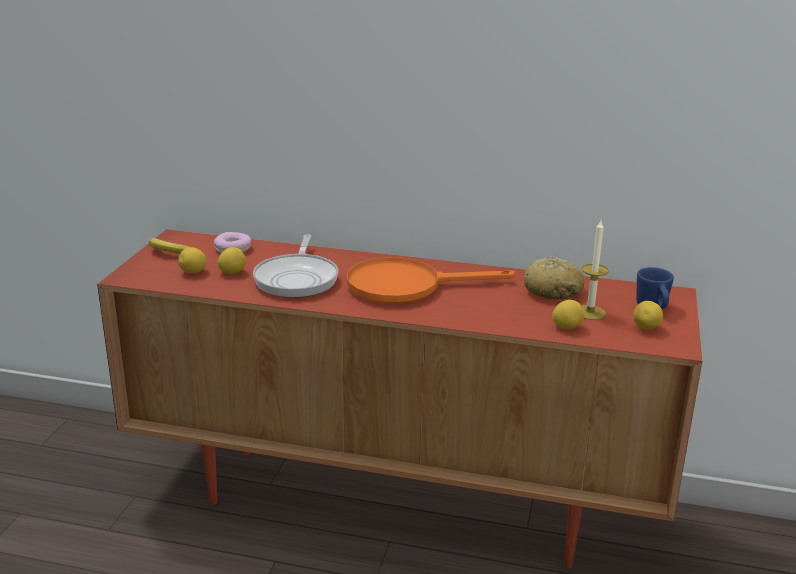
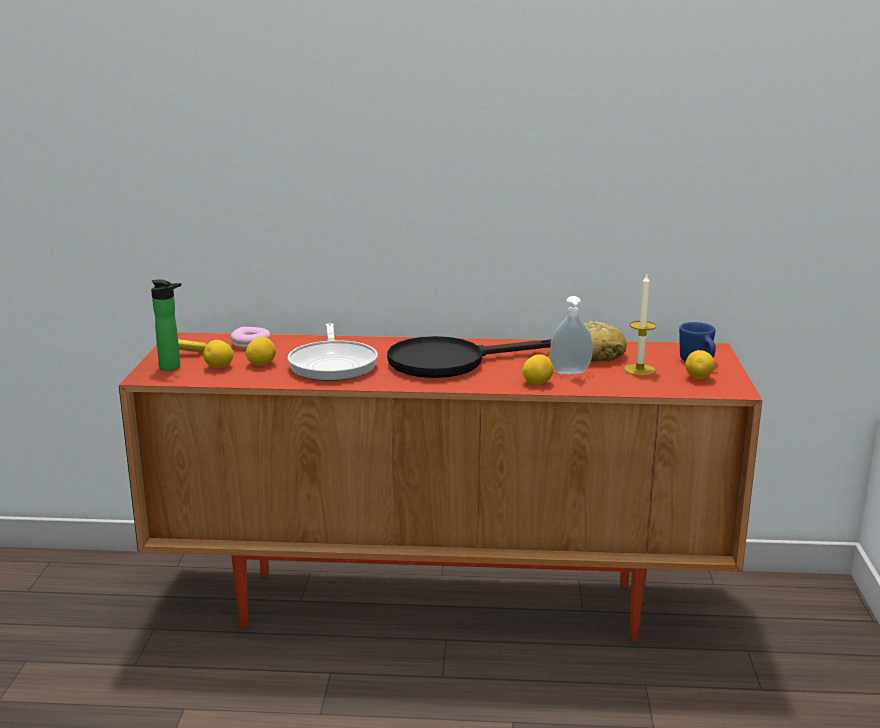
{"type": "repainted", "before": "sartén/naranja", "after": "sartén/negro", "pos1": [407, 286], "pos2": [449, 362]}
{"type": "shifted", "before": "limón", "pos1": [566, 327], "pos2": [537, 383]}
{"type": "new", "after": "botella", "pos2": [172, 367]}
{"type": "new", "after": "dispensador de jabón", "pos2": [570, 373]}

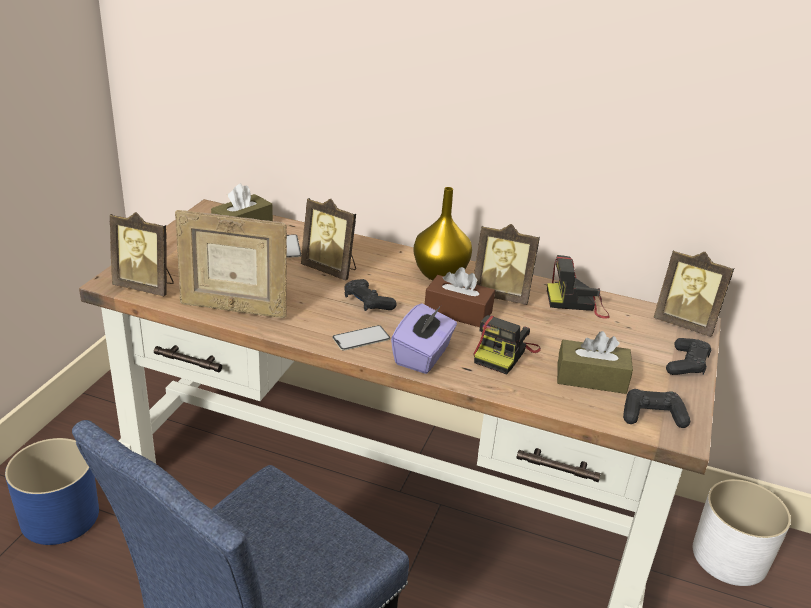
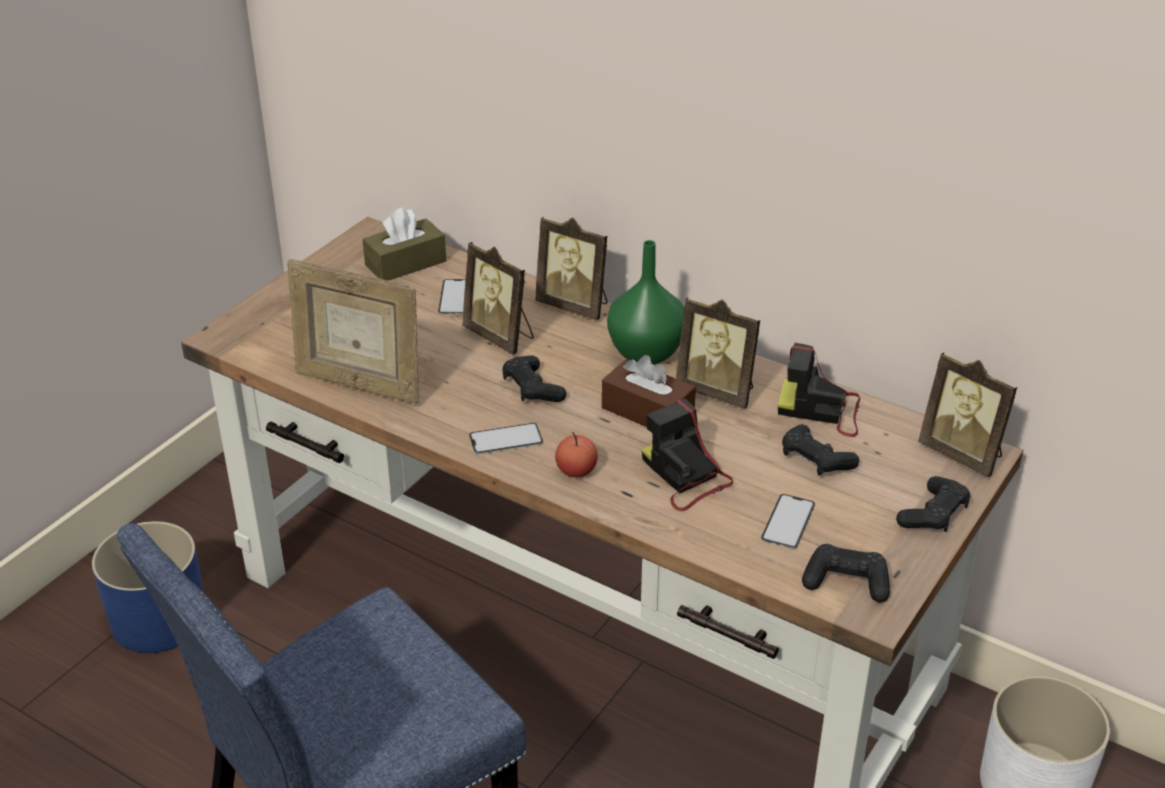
{"type": "shifted", "before": "portarretratos", "pos1": [146, 287], "pos2": [575, 305]}
{"type": "swapped", "before": "caja de pañuelos/morado", "after": "manzana", "pos1": [423, 356], "pos2": [576, 470]}
{"type": "repainted", "before": "florero/amarillo", "after": "florero/verde", "pos1": [441, 274], "pos2": [647, 353]}
{"type": "rotated", "before": "cámara", "pos1": [504, 353], "pos2": [685, 476], "turn": 105}
{"type": "swapped", "before": "caja de pañuelos/marrón", "after": "móvil", "pos1": [591, 378], "pos2": [788, 522]}
{"type": "new", "after": "mando de consola/negro", "pos2": [815, 460]}

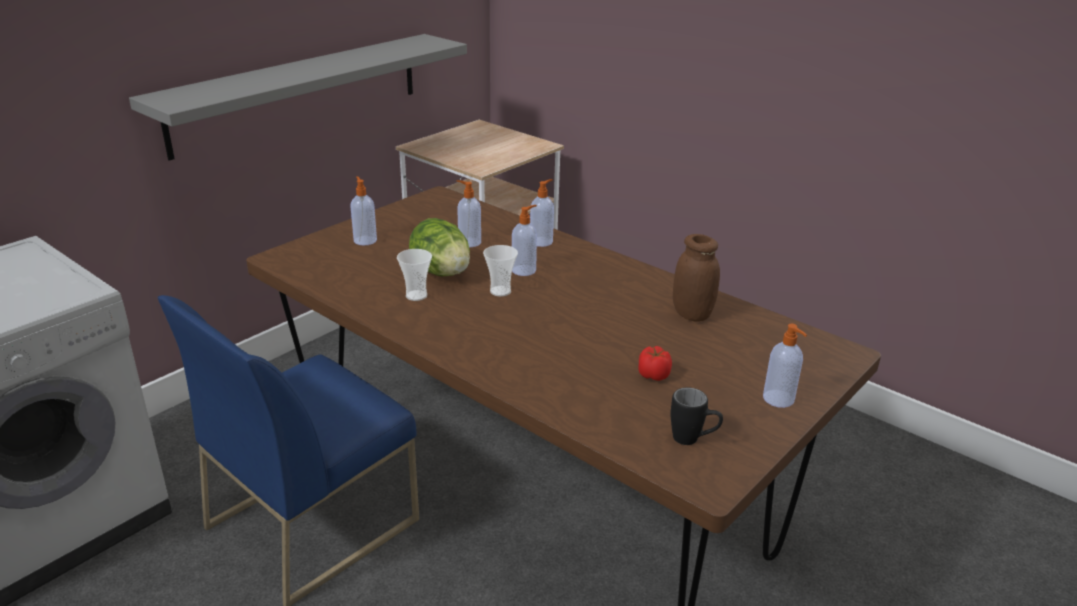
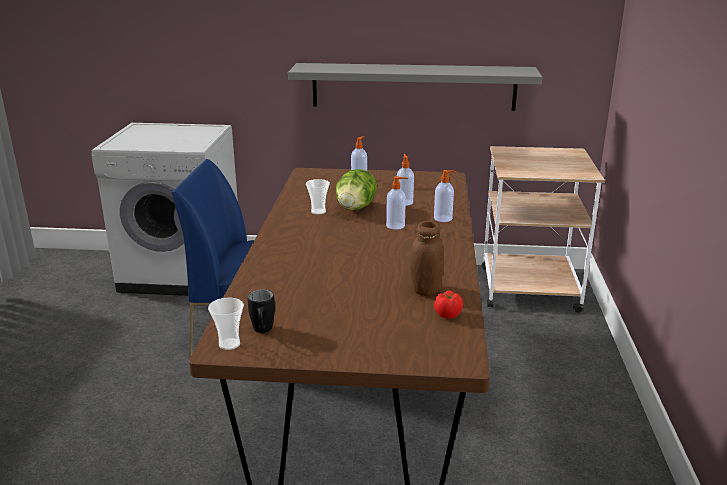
{"type": "shifted", "before": "taza", "pos1": [500, 291], "pos2": [229, 344]}
{"type": "shifted", "before": "tomate", "pos1": [654, 374], "pos2": [448, 314]}
{"type": "gone", "before": "dispensador de jabón", "pos1": [779, 399]}

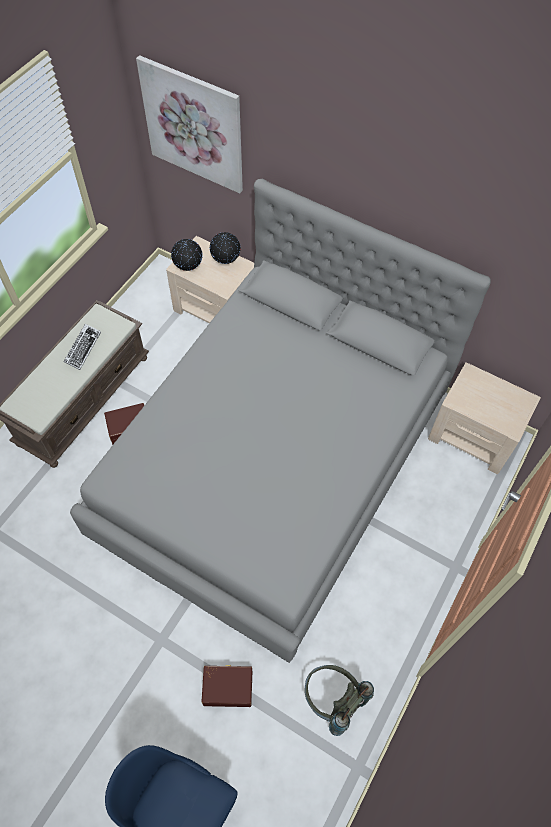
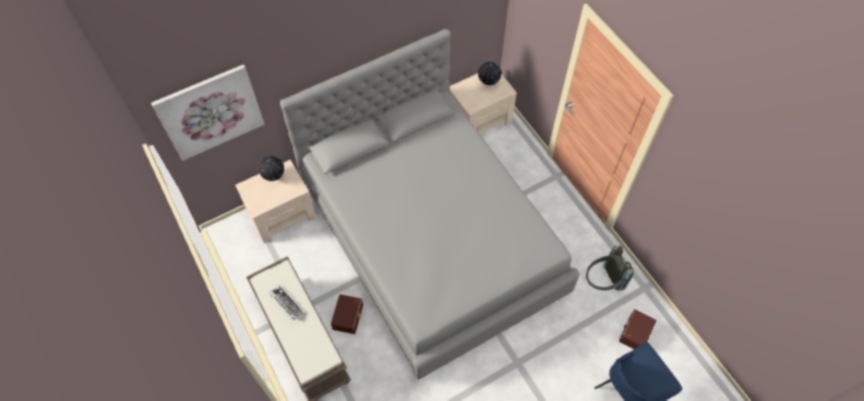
{"type": "shifted", "before": "globo terráqueo", "pos1": [188, 268], "pos2": [488, 83]}
{"type": "shifted", "before": "caja de almacenaje/marrón", "pos1": [228, 686], "pos2": [634, 332]}

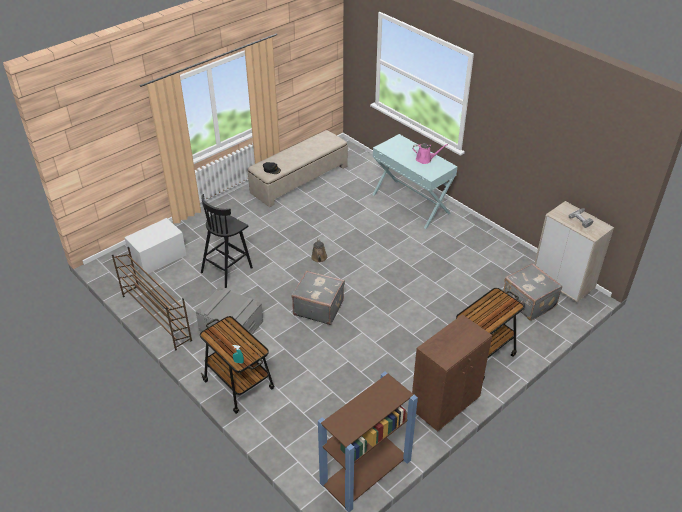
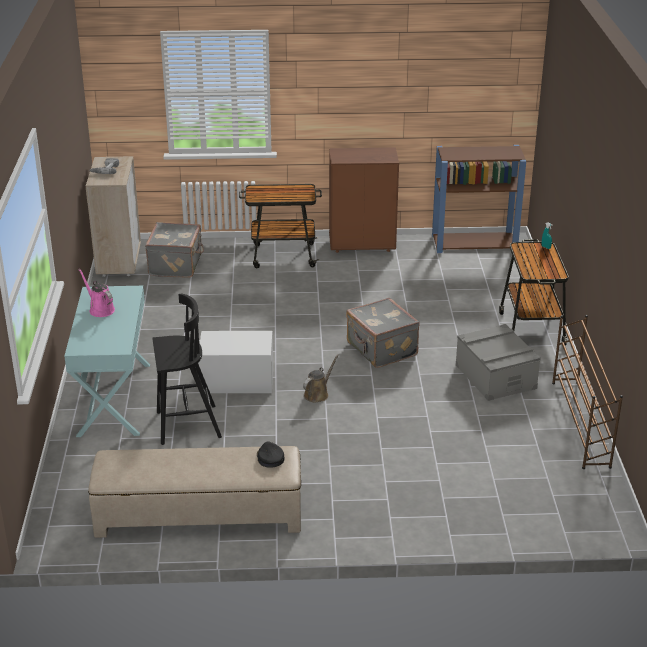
{"type": "shifted", "before": "caja de almacenaje/blanco", "pos1": [158, 257], "pos2": [237, 380]}
{"type": "shifted", "before": "taburete/negro", "pos1": [228, 269], "pos2": [185, 425]}

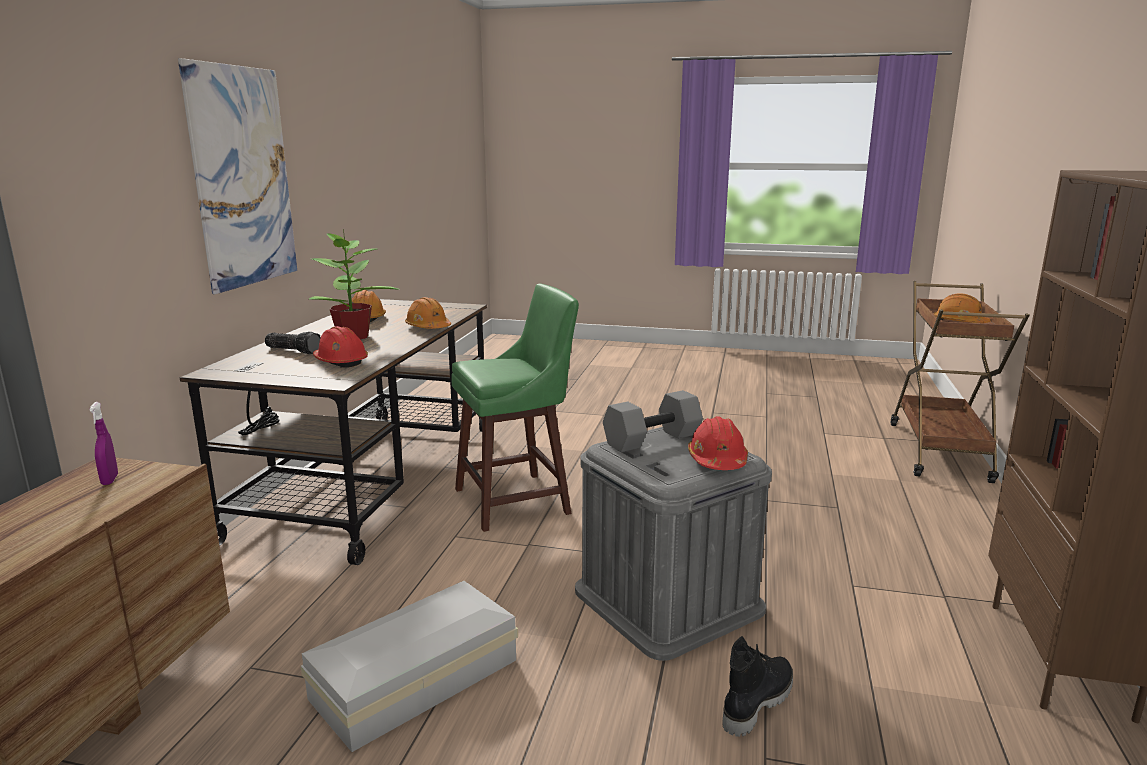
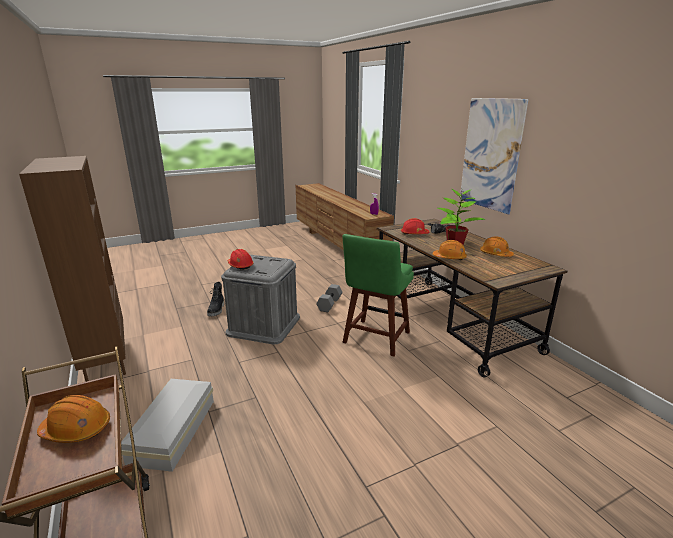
{"type": "shifted", "before": "caja de almacenaje/blanco", "pos1": [411, 679], "pos2": [175, 430]}
{"type": "shifted", "before": "mancuerna/gris", "pos1": [652, 439], "pos2": [330, 304]}

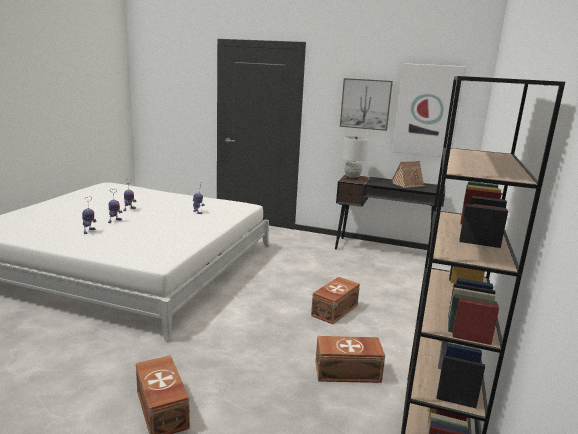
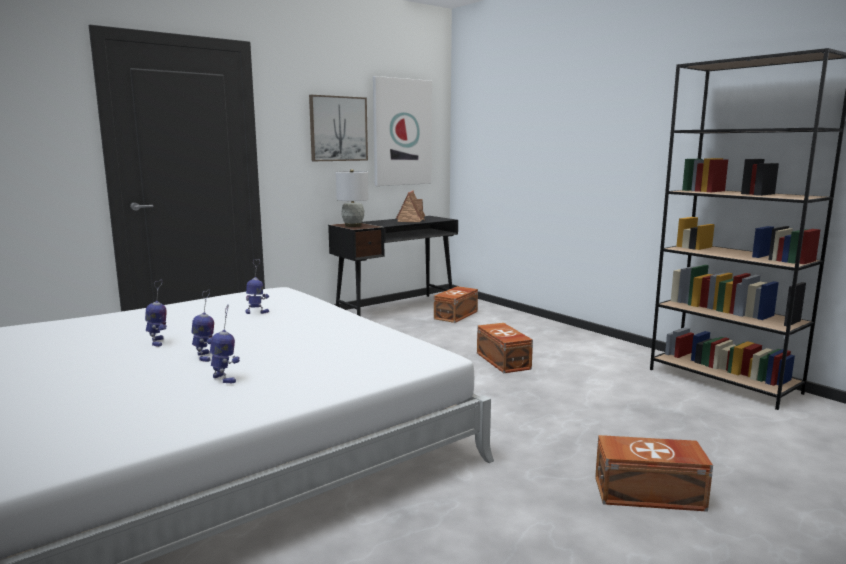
{"type": "shifted", "before": "caja de almacenaje/marrón", "pos1": [348, 372], "pos2": [457, 315]}

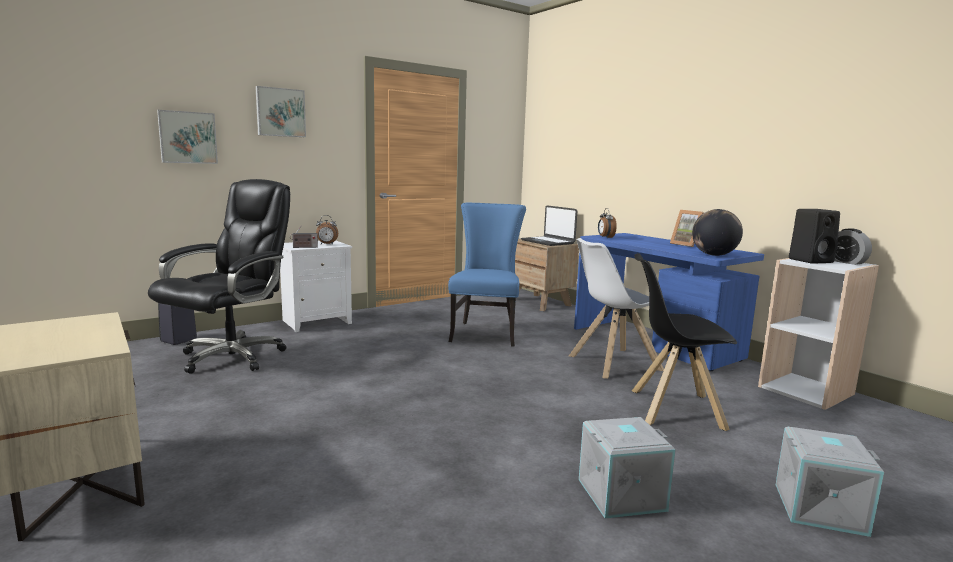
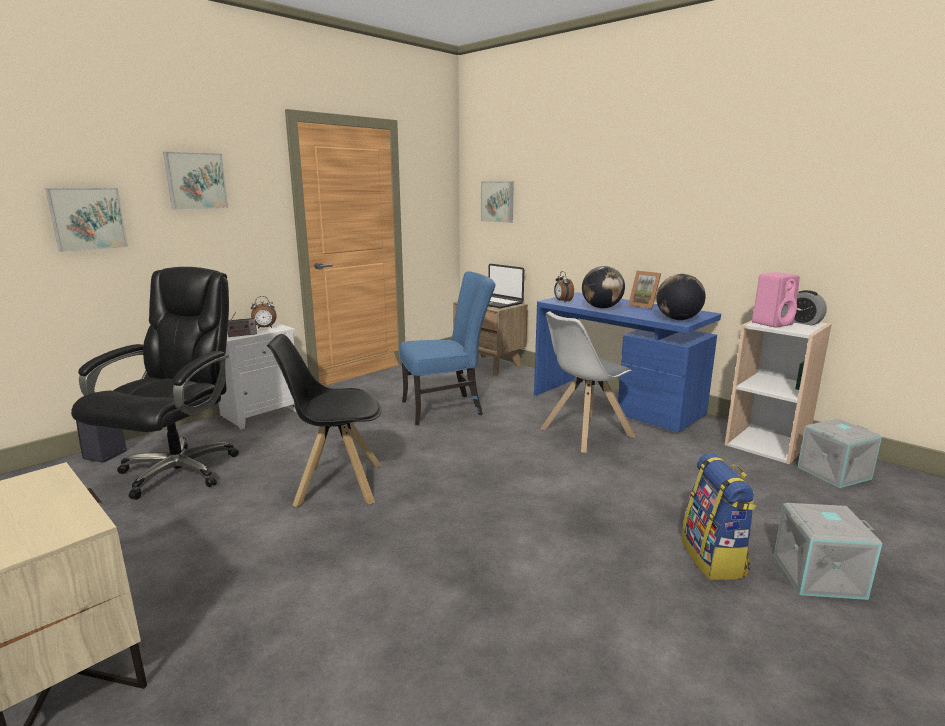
{"type": "rotated", "before": "silla/azul", "pos1": [485, 332], "pos2": [447, 408], "turn": 75}
{"type": "shifted", "before": "caja de almacenaje/gris", "pos1": [621, 493], "pos2": [833, 472]}
{"type": "shifted", "before": "silla/negro", "pos1": [673, 409], "pos2": [336, 484]}
{"type": "repainted", "before": "altavoz/negro", "after": "altavoz/rosa", "pos1": [811, 260], "pos2": [772, 323]}
{"type": "new", "after": "cuadro", "pos2": [498, 201]}
{"type": "new", "after": "globo terráqueo", "pos2": [601, 308]}
{"type": "new", "after": "mochila", "pos2": [714, 558]}

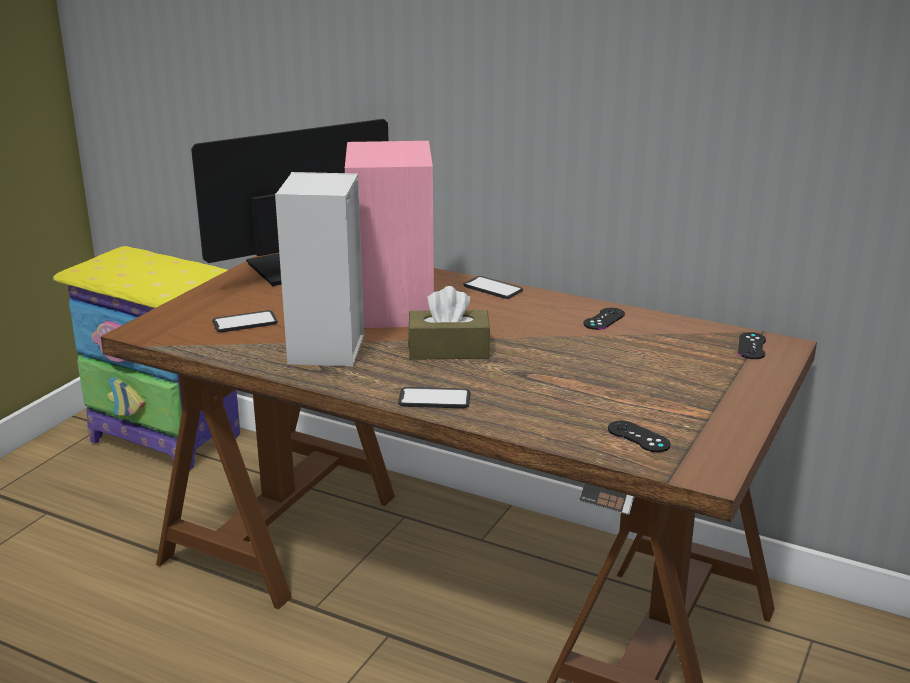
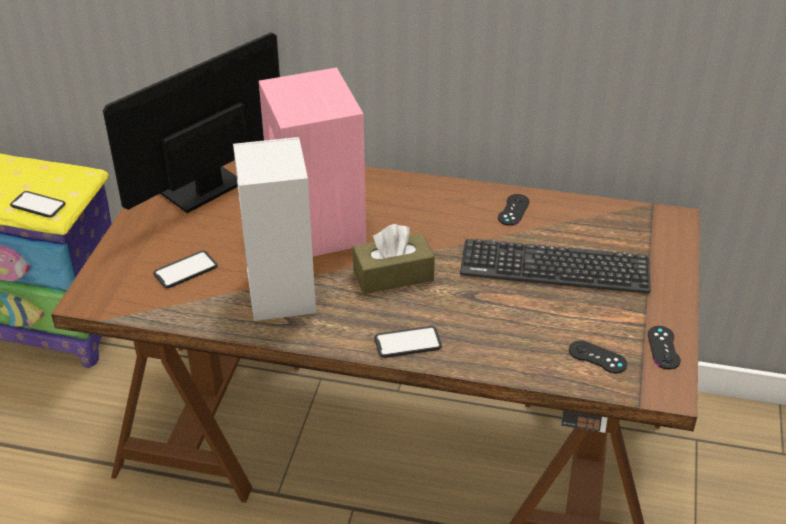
{"type": "shifted", "before": "móvil", "pos1": [493, 288], "pos2": [38, 205]}
{"type": "shifted", "before": "mando de consola/negro", "pos1": [752, 346], "pos2": [663, 347]}
{"type": "new", "after": "teclado", "pos2": [555, 267]}

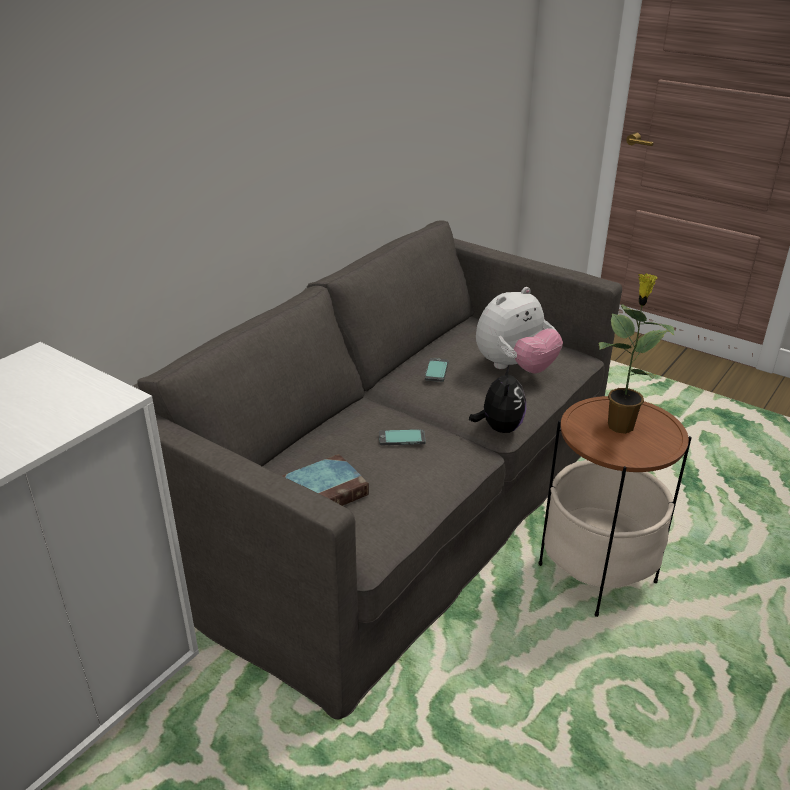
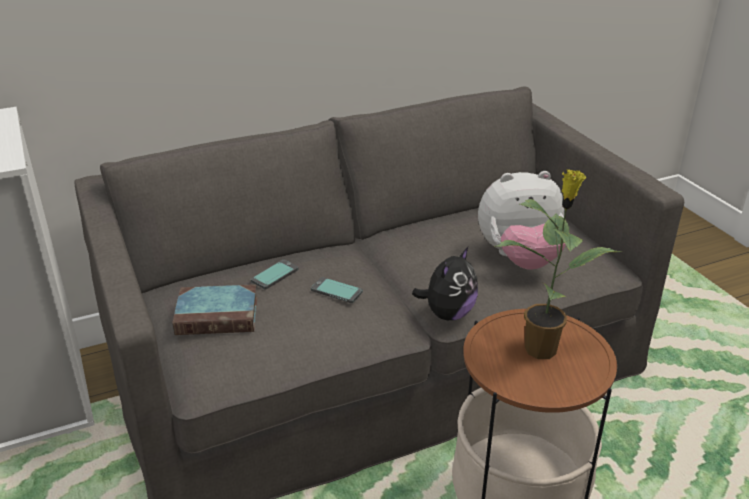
{"type": "shifted", "before": "móvil", "pos1": [436, 370], "pos2": [274, 275]}

